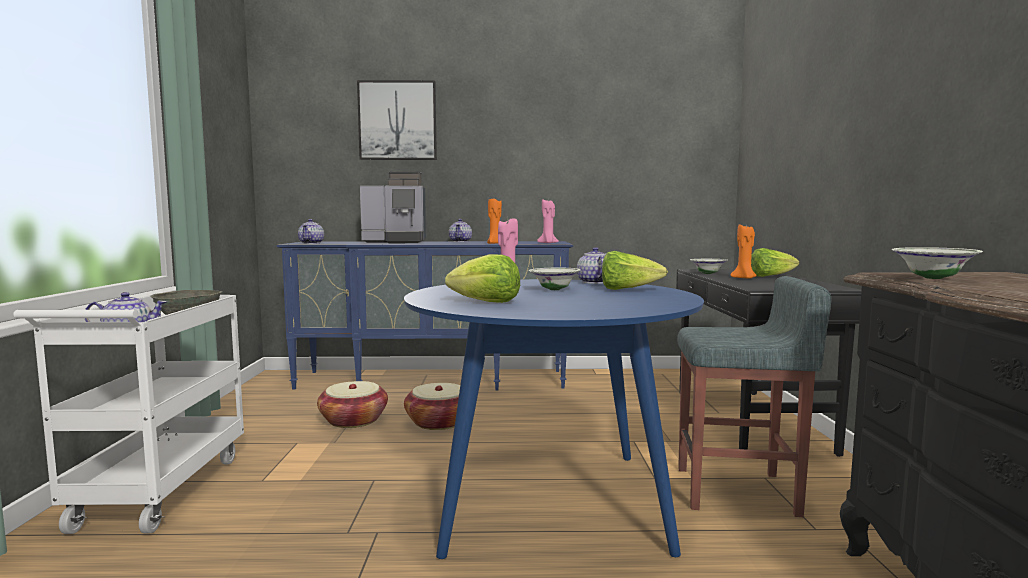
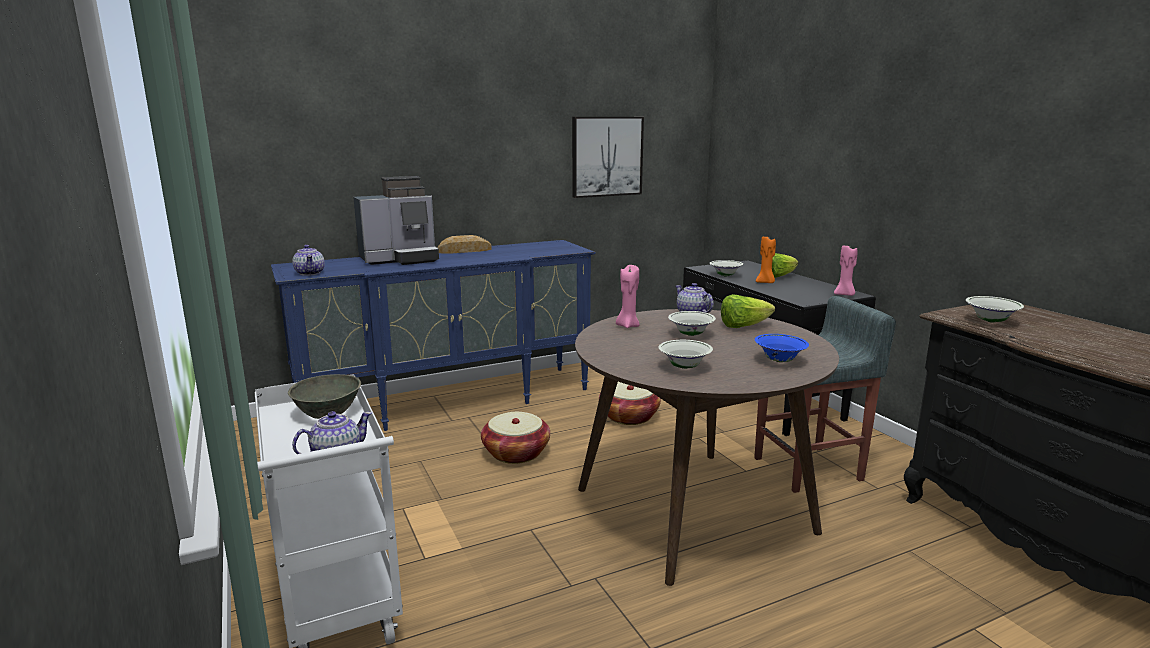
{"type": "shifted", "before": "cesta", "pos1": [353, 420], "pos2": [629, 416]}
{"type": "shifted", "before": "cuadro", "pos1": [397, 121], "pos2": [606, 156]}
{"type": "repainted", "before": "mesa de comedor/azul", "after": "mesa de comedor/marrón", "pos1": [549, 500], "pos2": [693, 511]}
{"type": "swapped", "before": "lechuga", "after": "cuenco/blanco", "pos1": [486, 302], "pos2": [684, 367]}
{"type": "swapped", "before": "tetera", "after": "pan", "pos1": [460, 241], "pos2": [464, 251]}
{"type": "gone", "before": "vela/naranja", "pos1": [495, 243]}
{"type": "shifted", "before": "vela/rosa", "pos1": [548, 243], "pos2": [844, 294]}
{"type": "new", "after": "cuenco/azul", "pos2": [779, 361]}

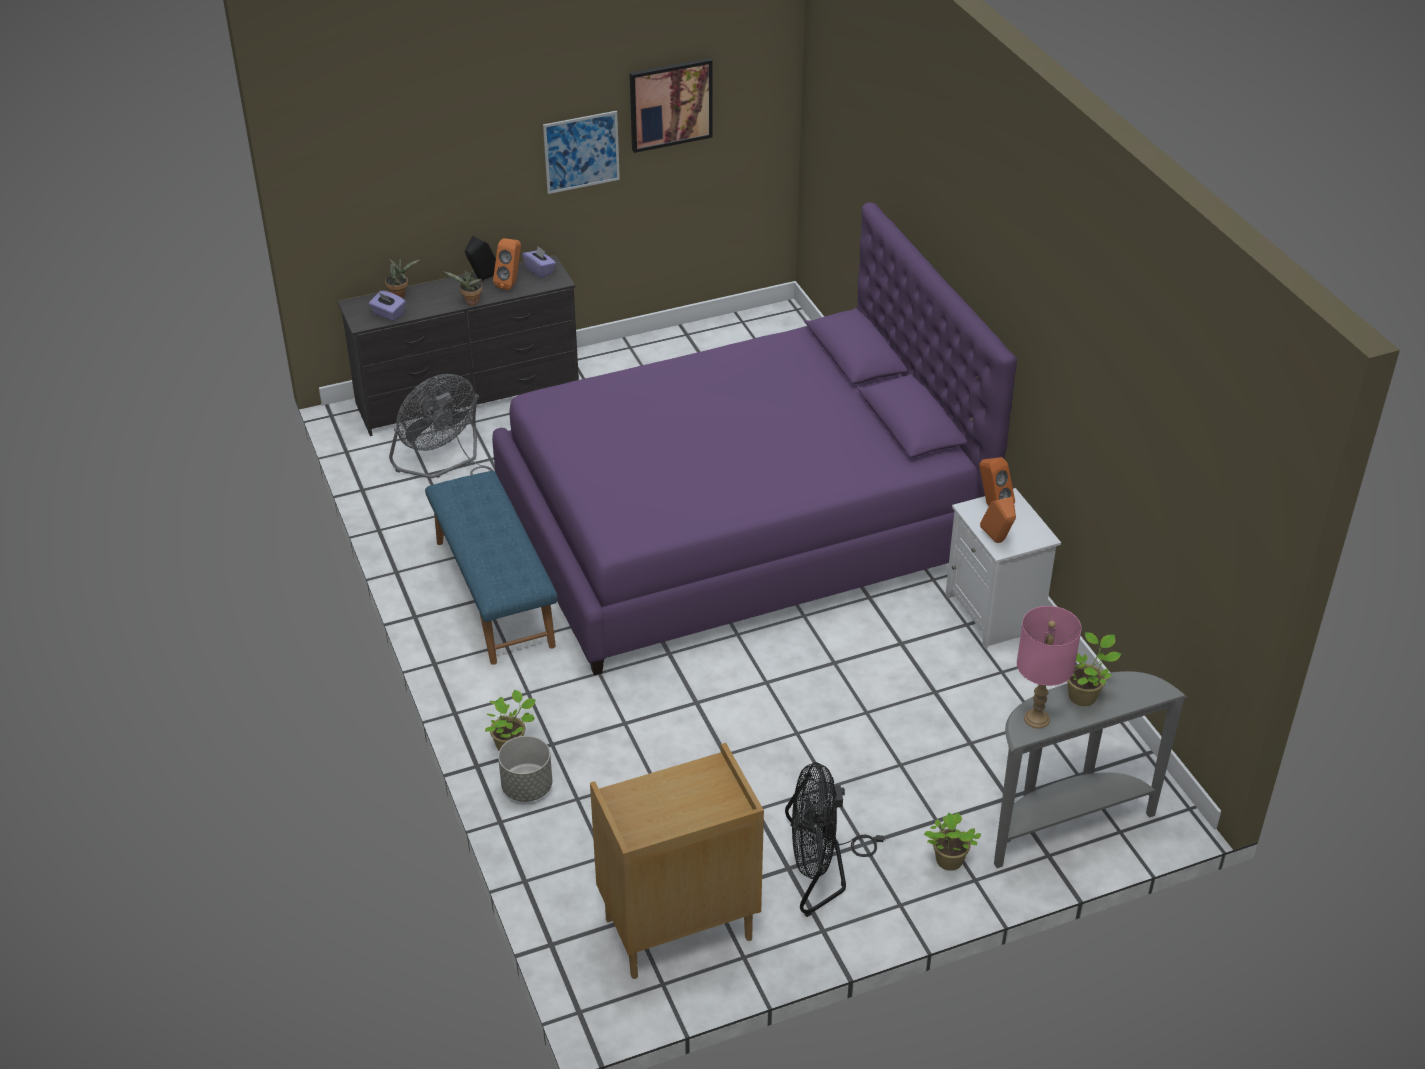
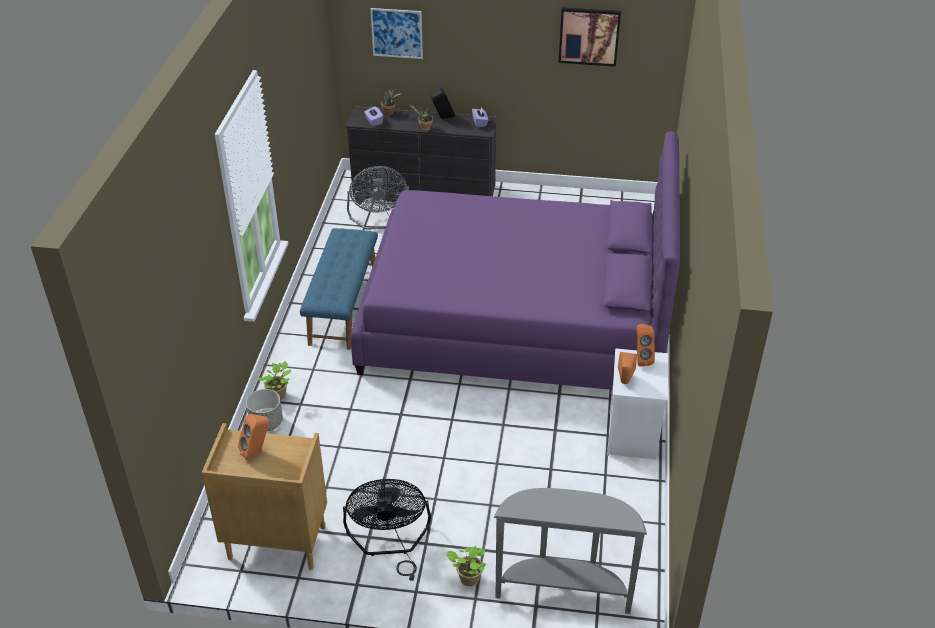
{"type": "shifted", "before": "altavoz/naranja", "pos1": [511, 284], "pos2": [257, 452]}
{"type": "shifted", "before": "cuadro", "pos1": [581, 152], "pos2": [397, 33]}
{"type": "rotated", "before": "ventilador/negro", "pos1": [823, 864], "pos2": [391, 544], "turn": 60}
{"type": "gone", "before": "lámpara de mesa/rosa", "pos1": [1036, 718]}
{"type": "gone", "before": "planta en maceta", "pos1": [1084, 695]}

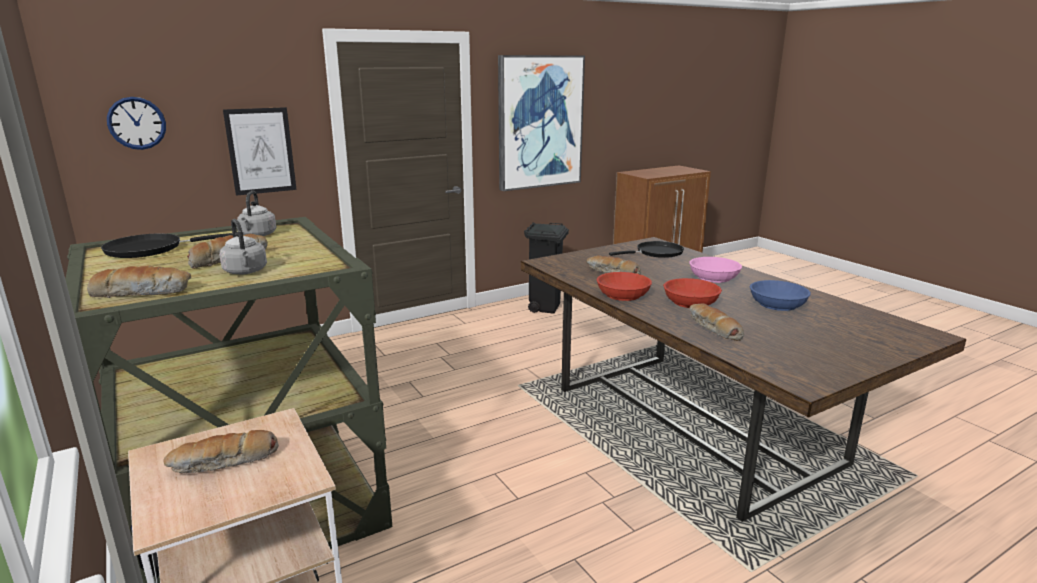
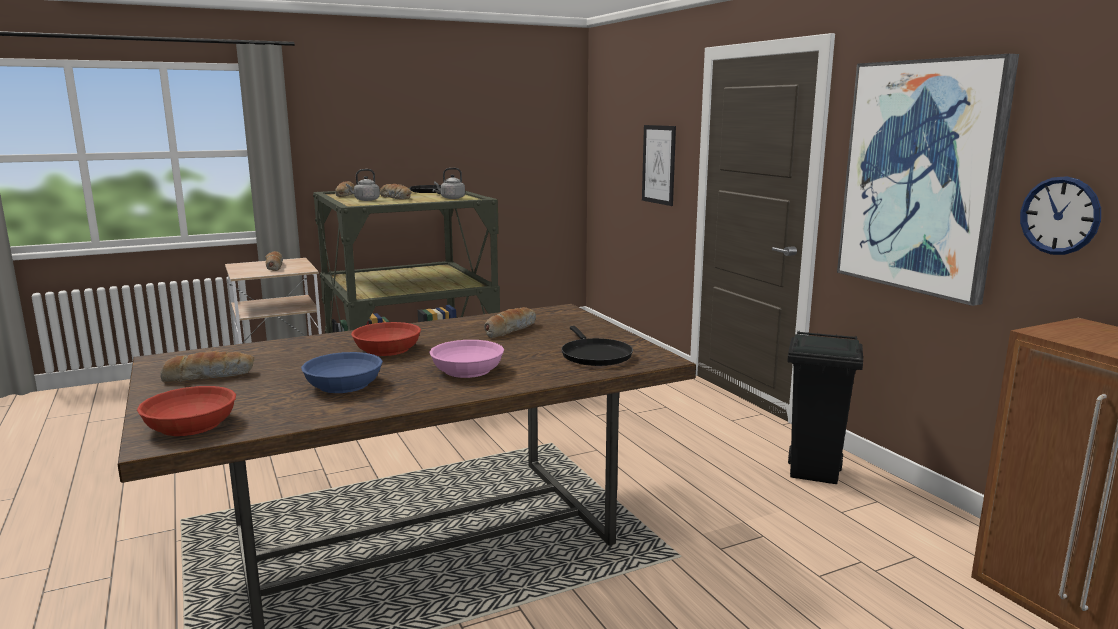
{"type": "shifted", "before": "reloj de pared", "pos1": [136, 123], "pos2": [1059, 215]}
{"type": "shifted", "before": "cuenco/rojo", "pos1": [623, 294], "pos2": [191, 424]}
{"type": "shifted", "before": "pan", "pos1": [713, 328], "pos2": [209, 376]}

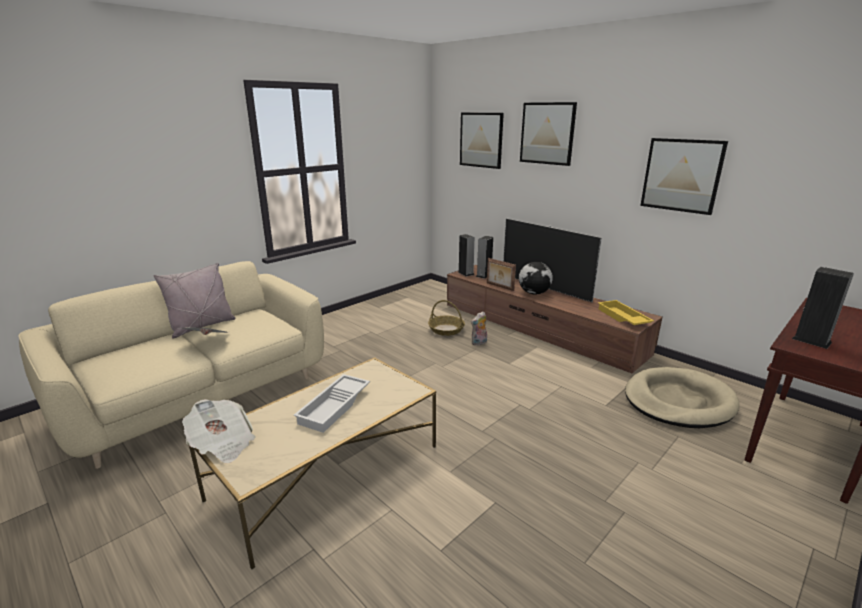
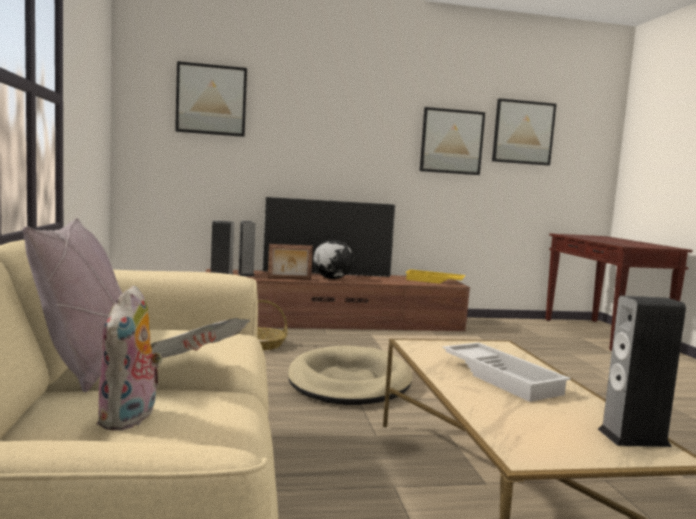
{"type": "gone", "before": "periódico", "pos1": [222, 444]}
{"type": "shifted", "before": "peluche", "pos1": [479, 343], "pos2": [130, 419]}
{"type": "shifted", "before": "cuadro", "pos1": [547, 133], "pos2": [523, 132]}
{"type": "shifted", "before": "cama para perro/beis", "pos1": [678, 401], "pos2": [349, 382]}
{"type": "shifted", "before": "altavoz", "pos1": [811, 340], "pos2": [633, 437]}

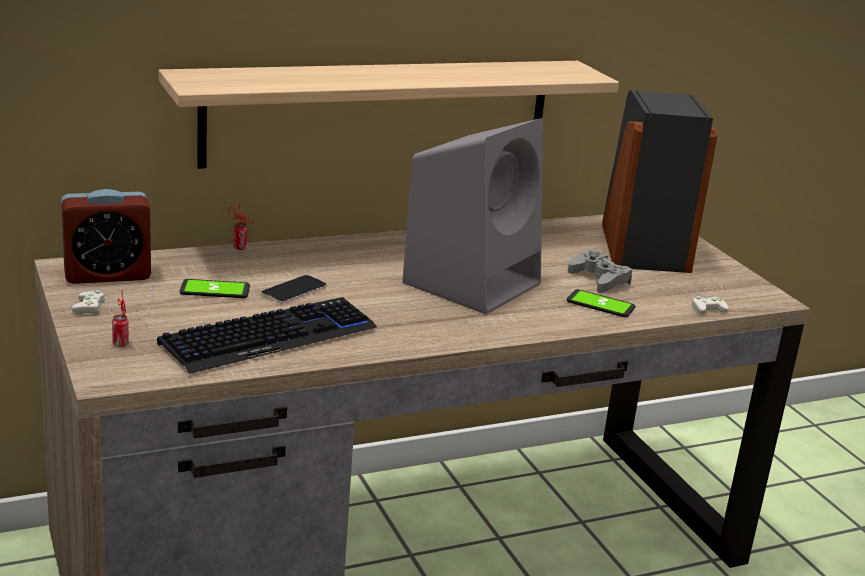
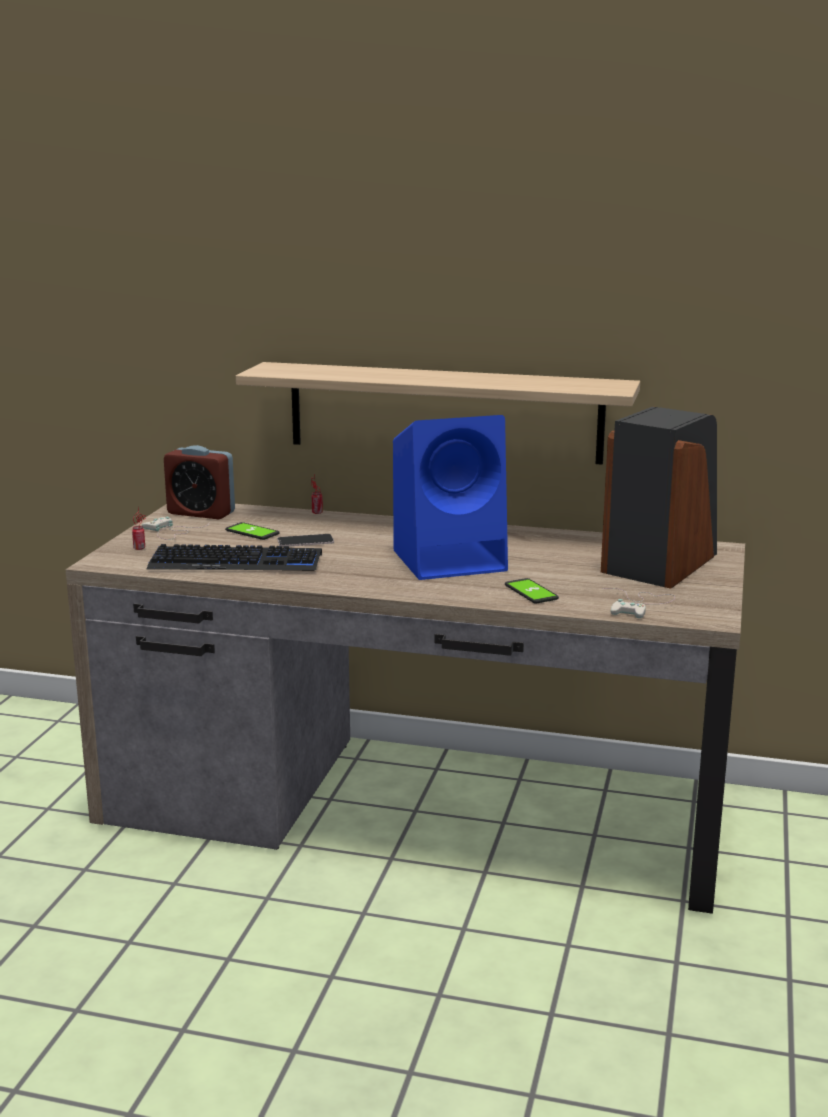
{"type": "repainted", "before": "altavoz/gris", "after": "altavoz/azul", "pos1": [473, 282], "pos2": [452, 560]}
{"type": "gone", "before": "mando de consola/gris", "pos1": [599, 279]}

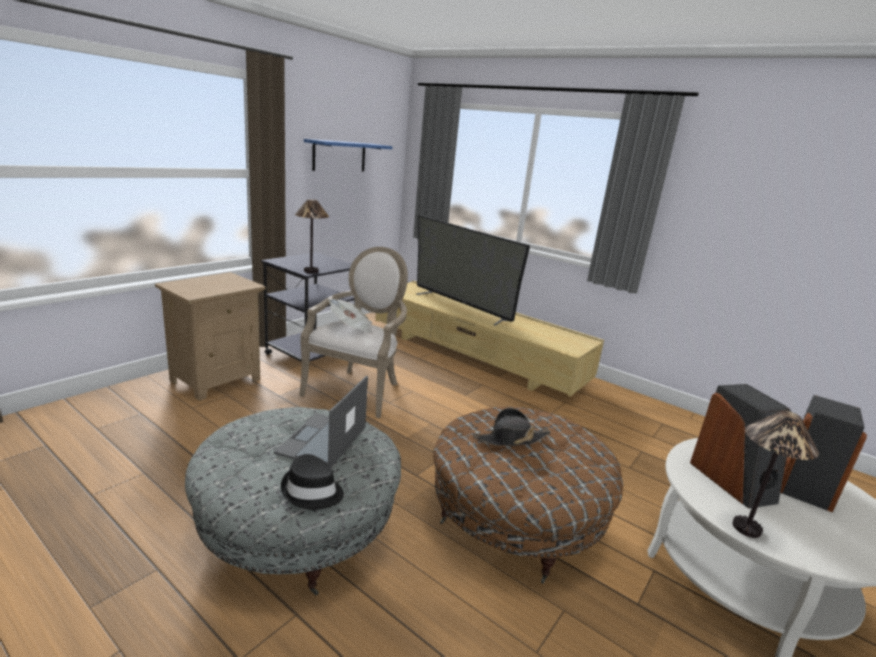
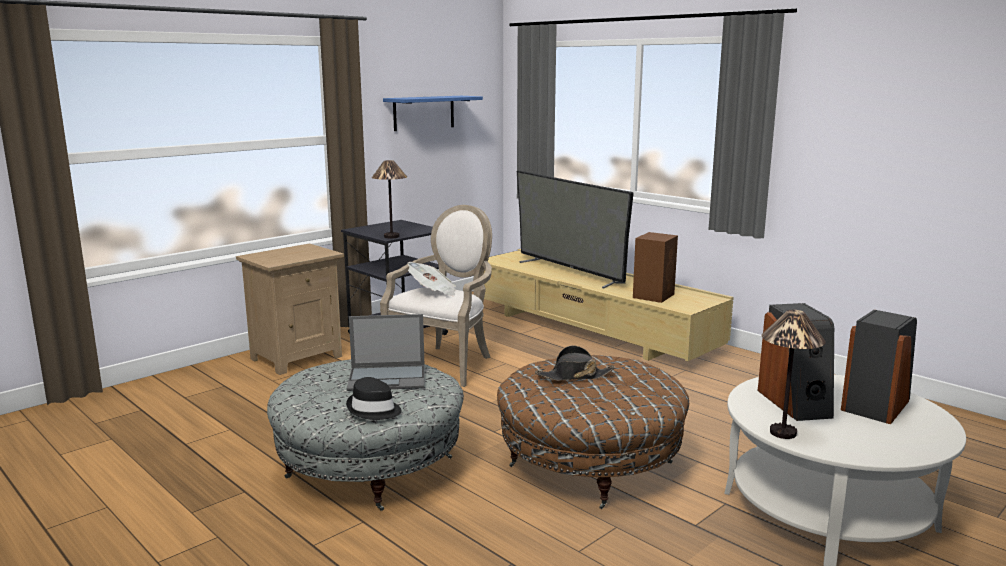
{"type": "rotated", "before": "portátil", "pos1": [322, 441], "pos2": [388, 378], "turn": -120}
{"type": "new", "after": "altavoz/marrón", "pos2": [654, 295]}

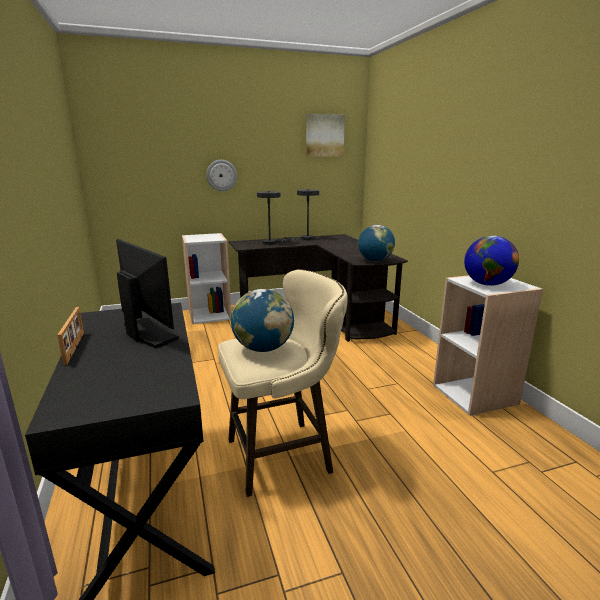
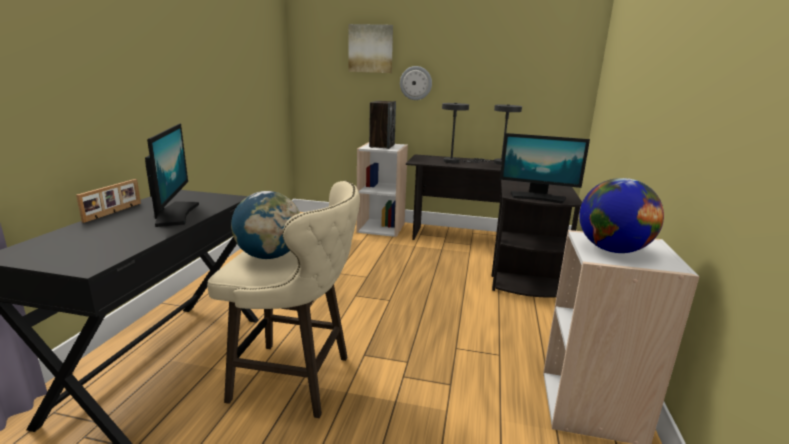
{"type": "shifted", "before": "cuadro", "pos1": [324, 135], "pos2": [370, 48]}
{"type": "swapped", "before": "globo terráqueo", "after": "monitor", "pos1": [375, 260], "pos2": [537, 197]}
{"type": "new", "after": "altavoz", "pos2": [382, 146]}

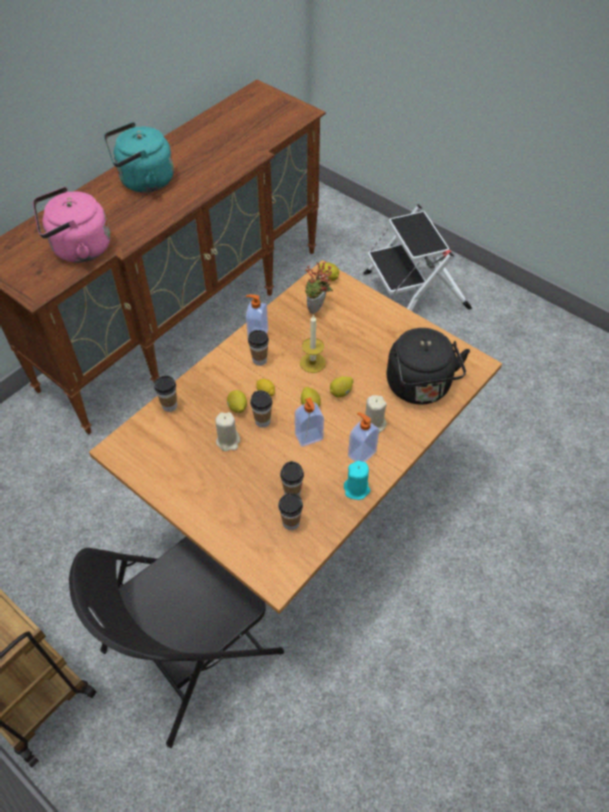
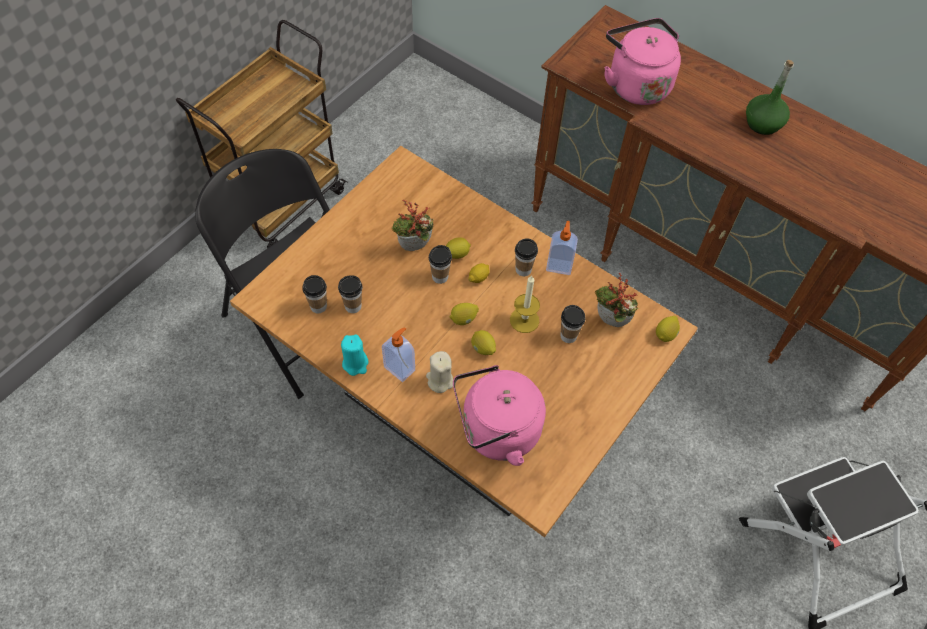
{"type": "swapped", "before": "hervidor/turquesa", "after": "botella/verde", "pos1": [143, 181], "pos2": [762, 123]}
{"type": "shifted", "before": "taza", "pos1": [169, 405], "pos2": [568, 336]}
{"type": "swapped", "before": "vela/beis", "after": "planta en maceta", "pos1": [228, 441], "pos2": [414, 249]}
{"type": "gone", "before": "dispensador de jabón", "pos1": [309, 438]}
{"type": "repainted", "before": "hervidor/negro", "after": "hervidor/rosa", "pos1": [420, 388], "pos2": [496, 432]}

